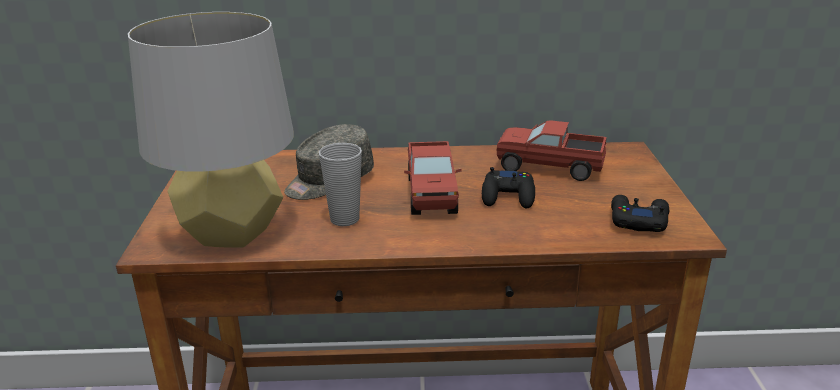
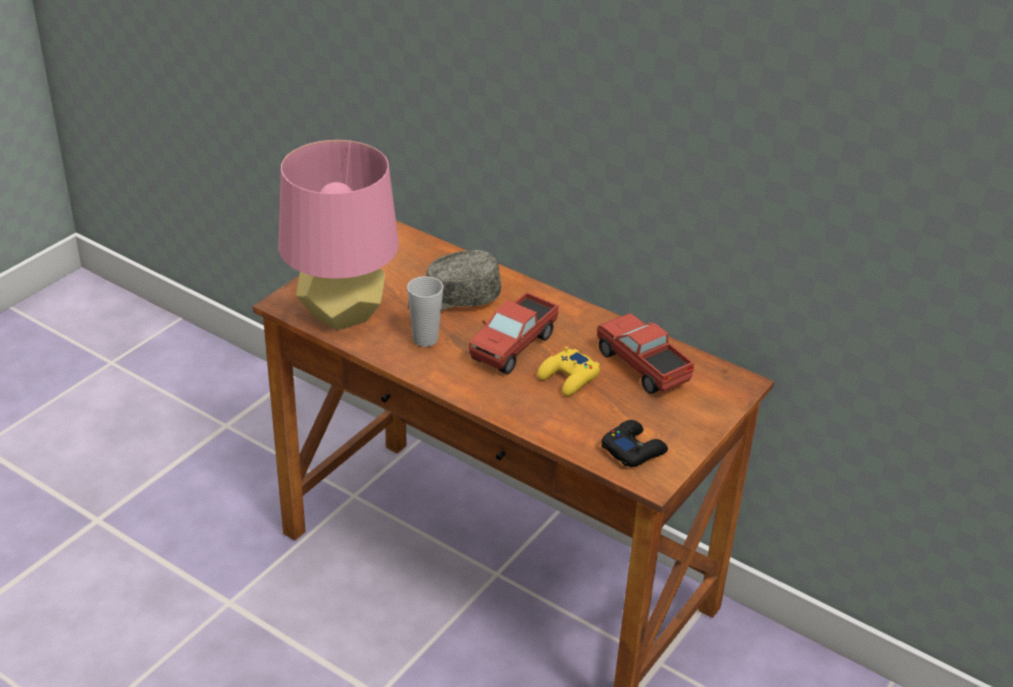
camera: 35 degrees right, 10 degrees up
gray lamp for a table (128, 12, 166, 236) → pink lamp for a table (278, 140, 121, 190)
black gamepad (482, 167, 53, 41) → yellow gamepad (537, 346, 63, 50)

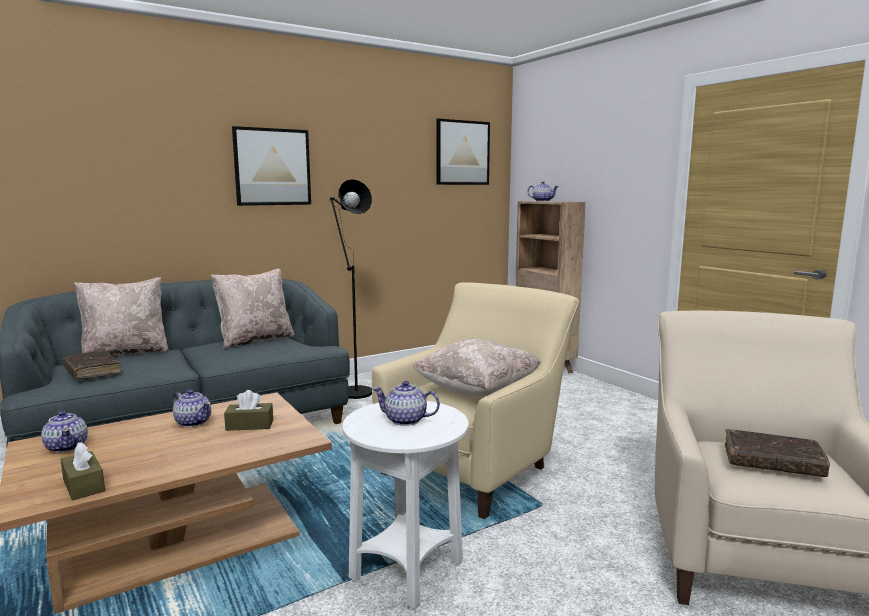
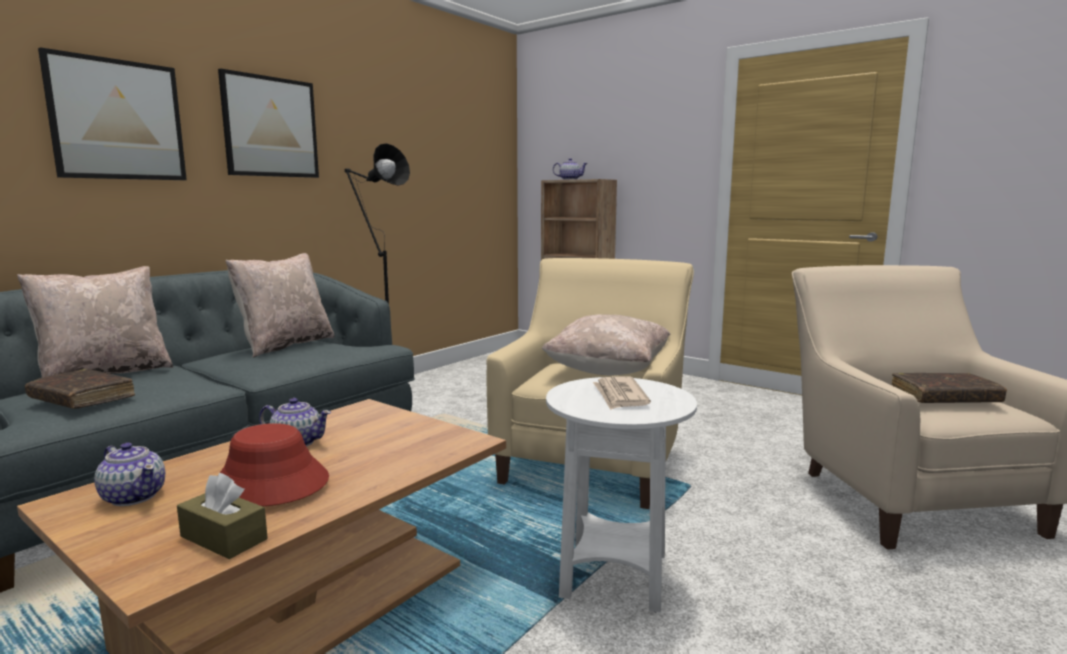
camera: 20 degrees left, 0 degrees up
brown-coloured tissue holder (224, 390, 49, 41) → -
pot for tea (373, 381, 67, 45) → daily paper (593, 376, 58, 34)
picture (437, 118, 53, 67) → picture (38, 47, 149, 133), move
- → red wearable hat (218, 423, 111, 83)

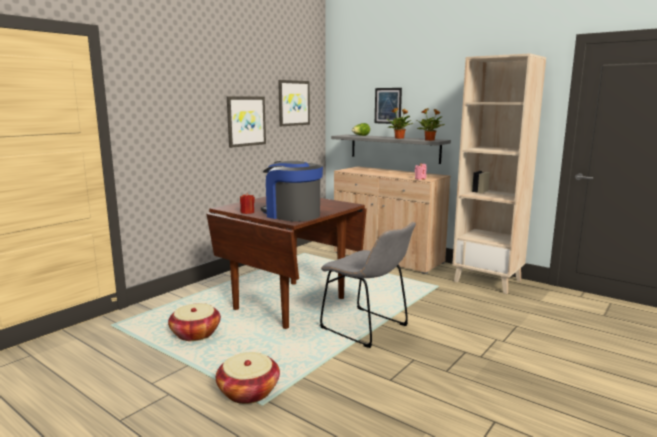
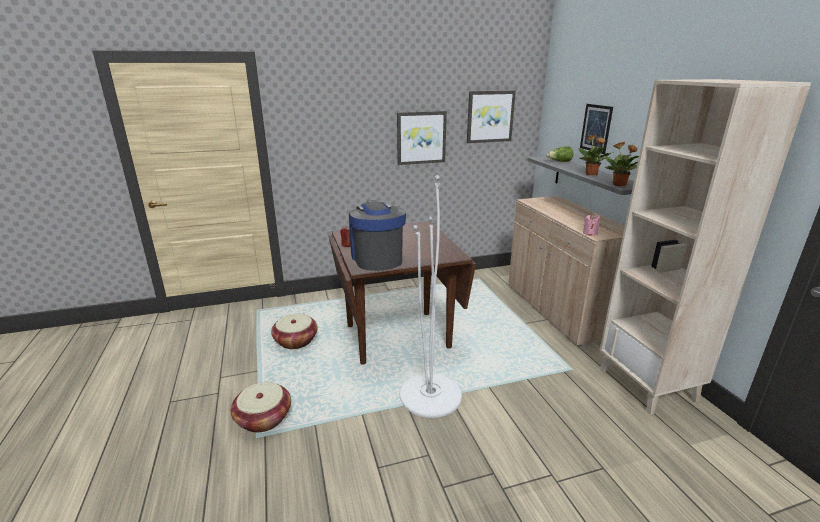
camera: 35 degrees right, 10 degrees up
gray upright chair (320, 222, 96, 126) → white standing lamp (399, 175, 63, 243)

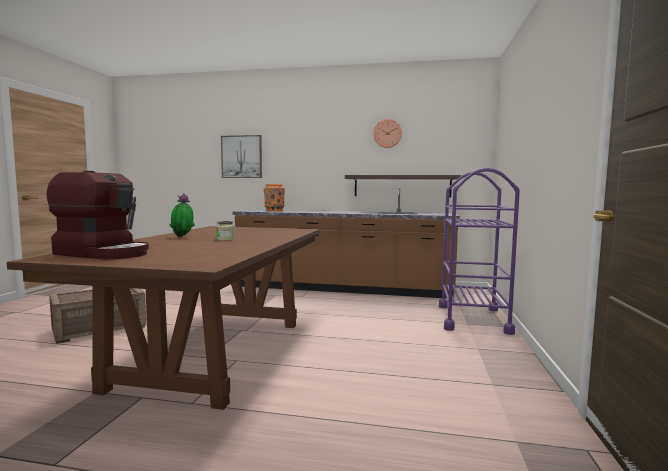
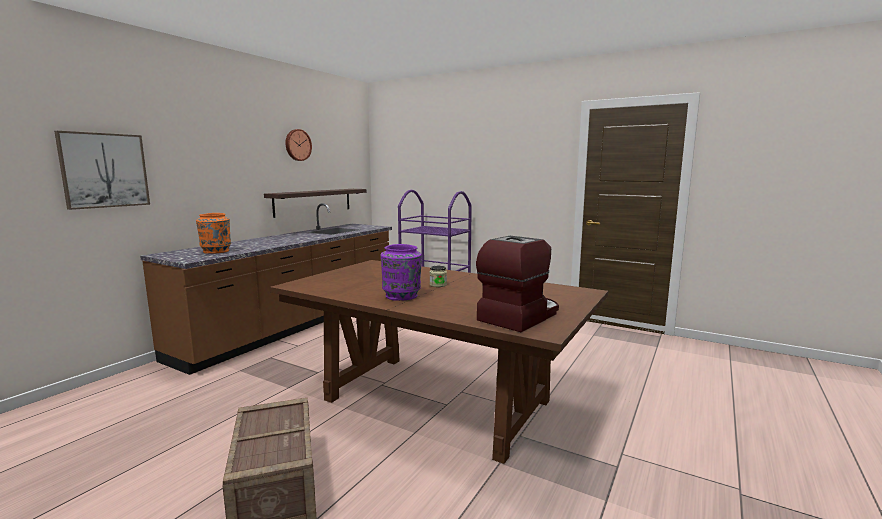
camera: 70 degrees left, 5 degrees up
plant in a pot (170, 194, 25, 43) → purple flower vase (381, 244, 41, 57)

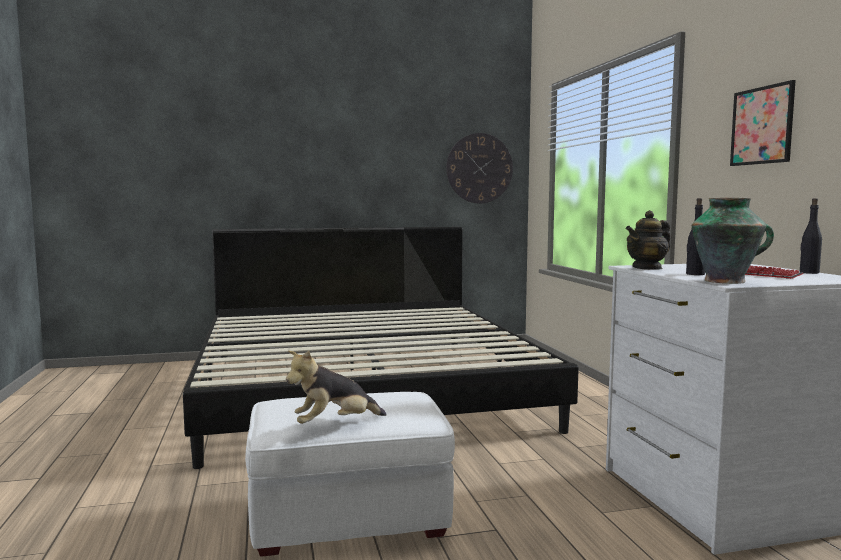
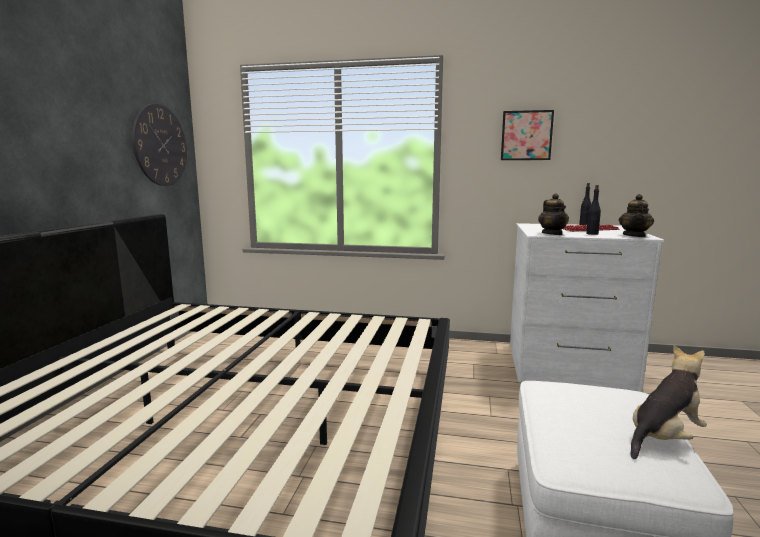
camera: 65 degrees left, 5 degrees up
soft toy (286, 350, 100, 74) → soft toy (631, 345, 76, 114), 120 degrees counterclockwise
flower vase (692, 198, 82, 86) → pot for tea (619, 194, 35, 43)

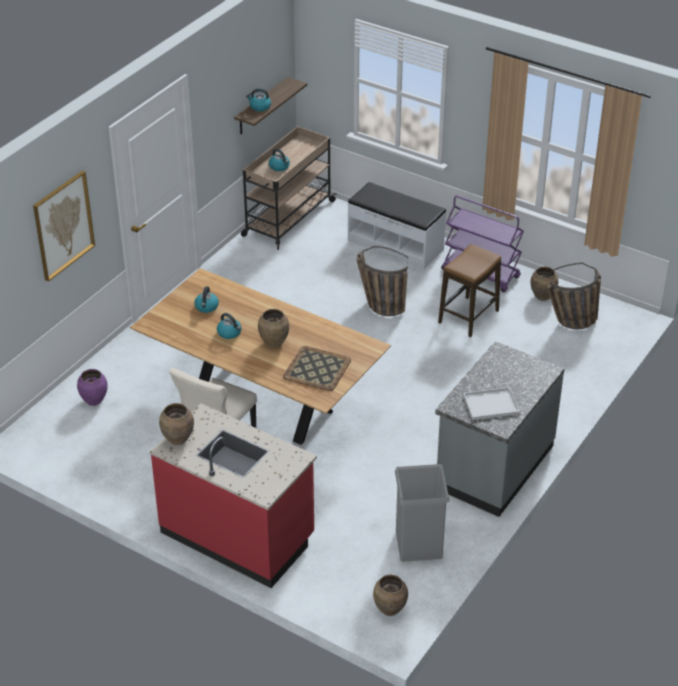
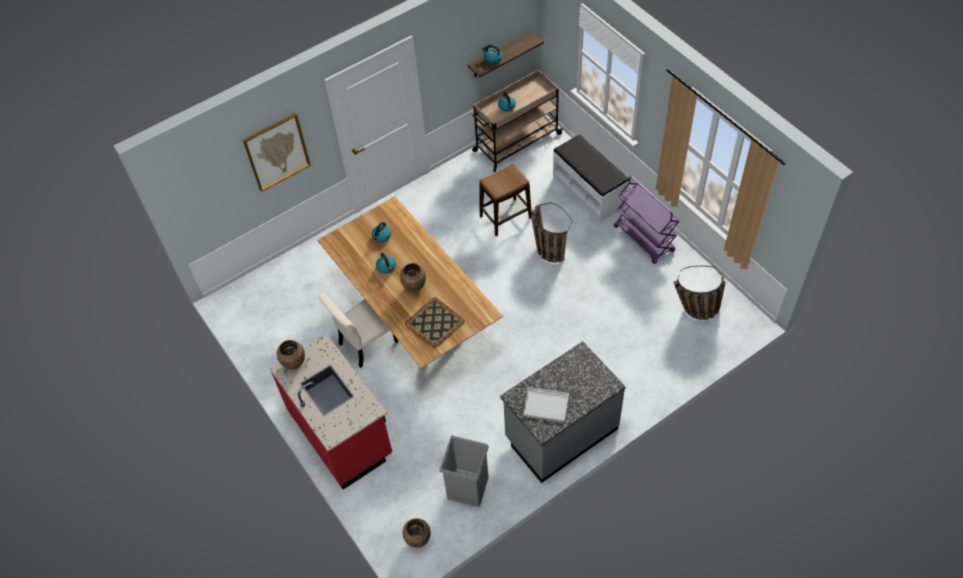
camera: 25 degrees right, 15 degrees up
purple flower vase (77, 369, 31, 37) → -
stool (438, 244, 63, 93) → stool (479, 164, 53, 72), move
brown-coloured flower vase (531, 267, 27, 34) → -

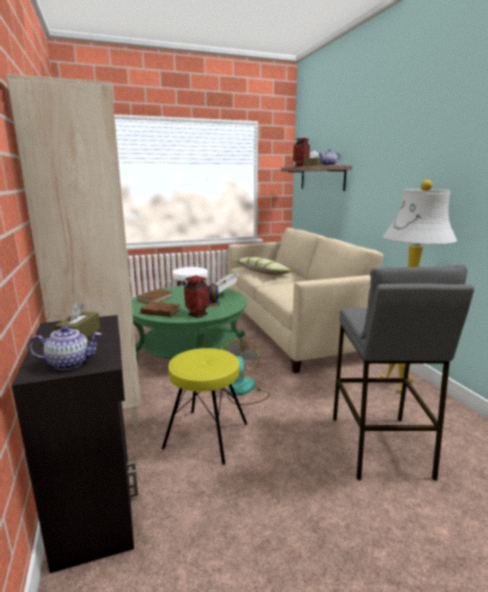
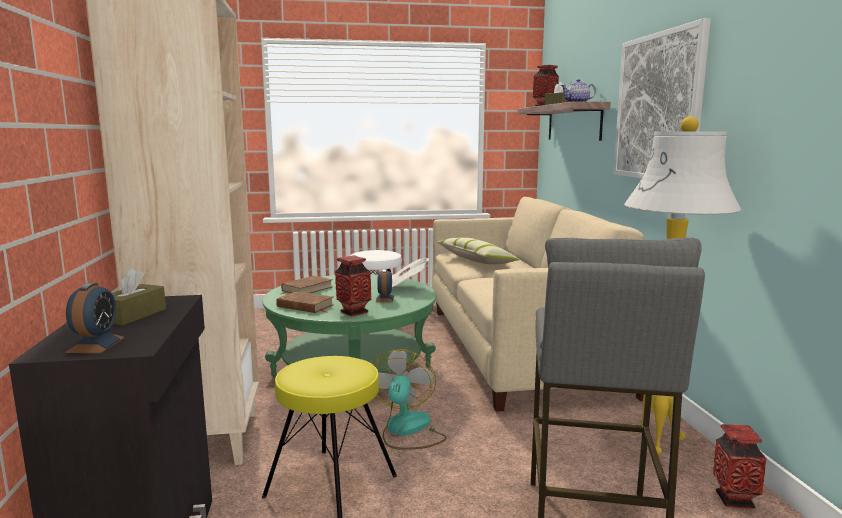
camera: 10 degrees right, 5 degrees down
pot for tea (29, 326, 73, 44) → table clock (65, 283, 60, 70)
- → picture (613, 18, 98, 160)
- → flower vase (713, 424, 54, 85)

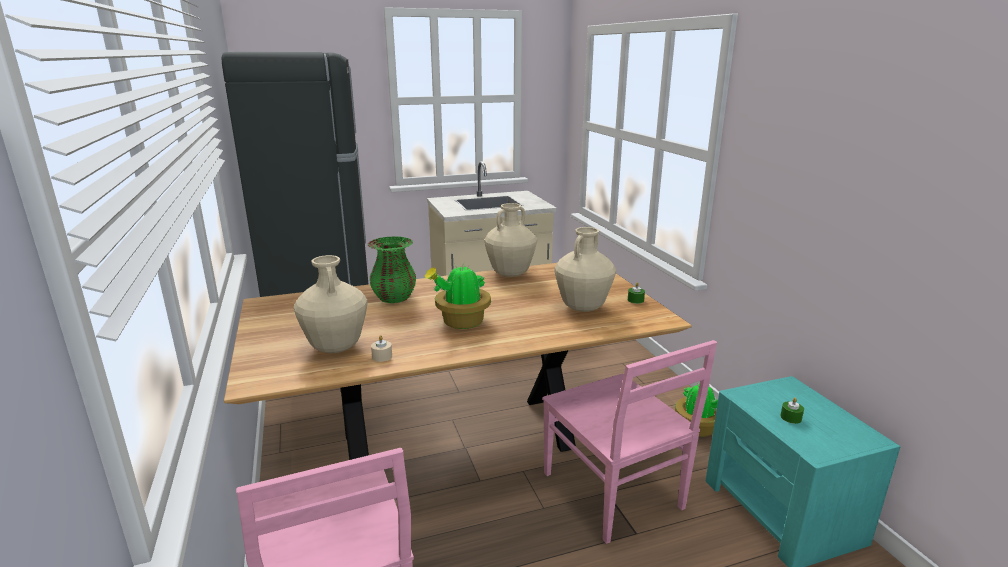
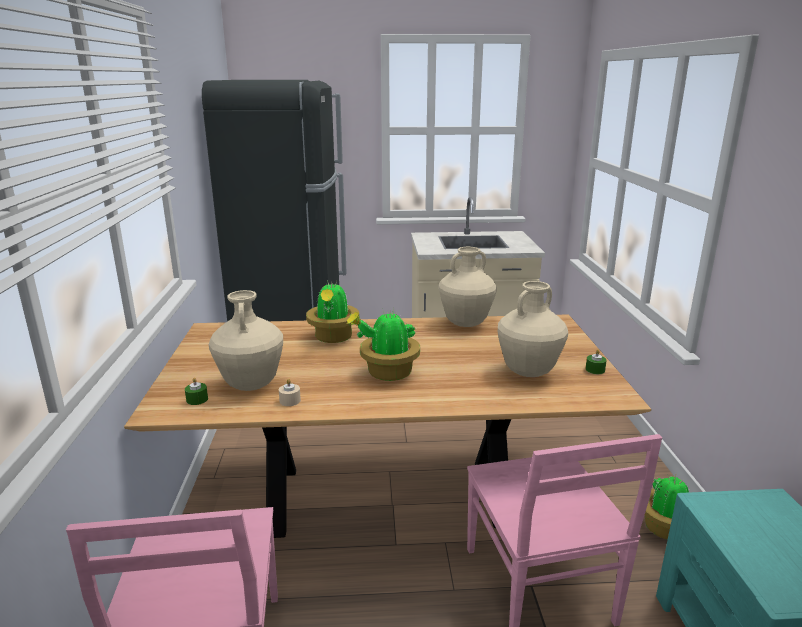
camera: 15 degrees right, 0 degrees up
green-coloured flower vase (368, 236, 48, 67) → plant in a pot (306, 280, 53, 63)
green-coloured candle (780, 398, 24, 26) → green-coloured candle (185, 377, 23, 28), move

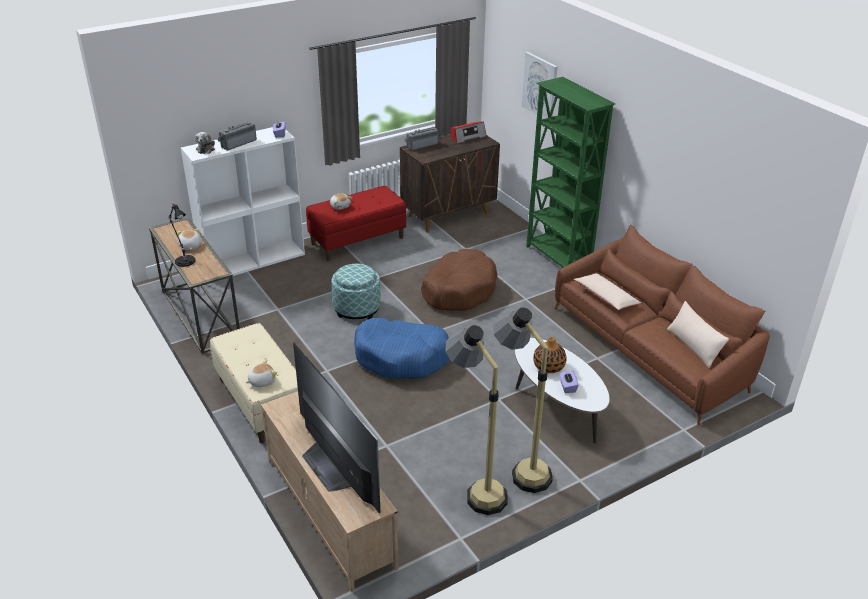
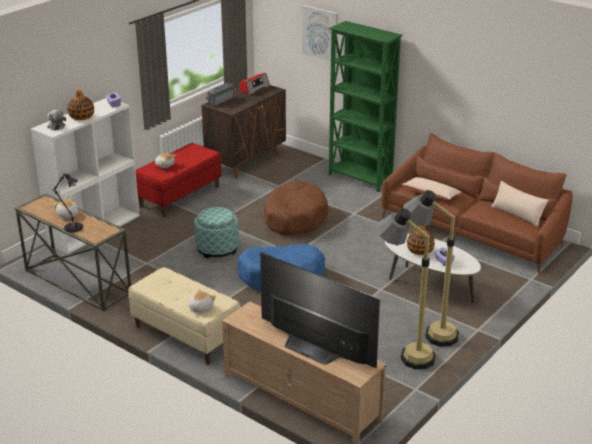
camera: 20 degrees left, 5 degrees down
radio (217, 121, 40, 29) → flower vase (67, 90, 27, 30)

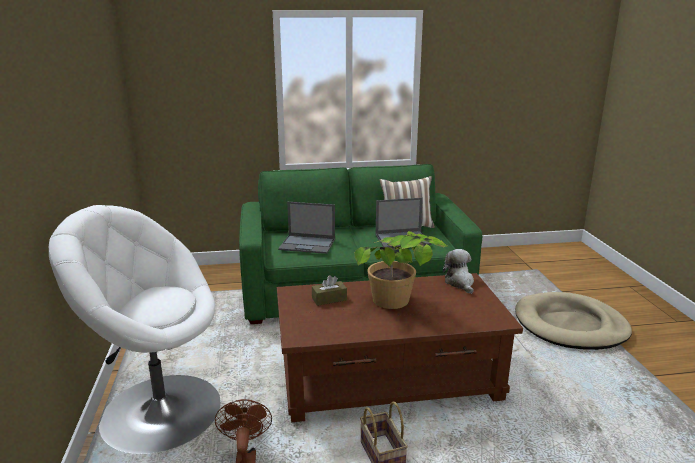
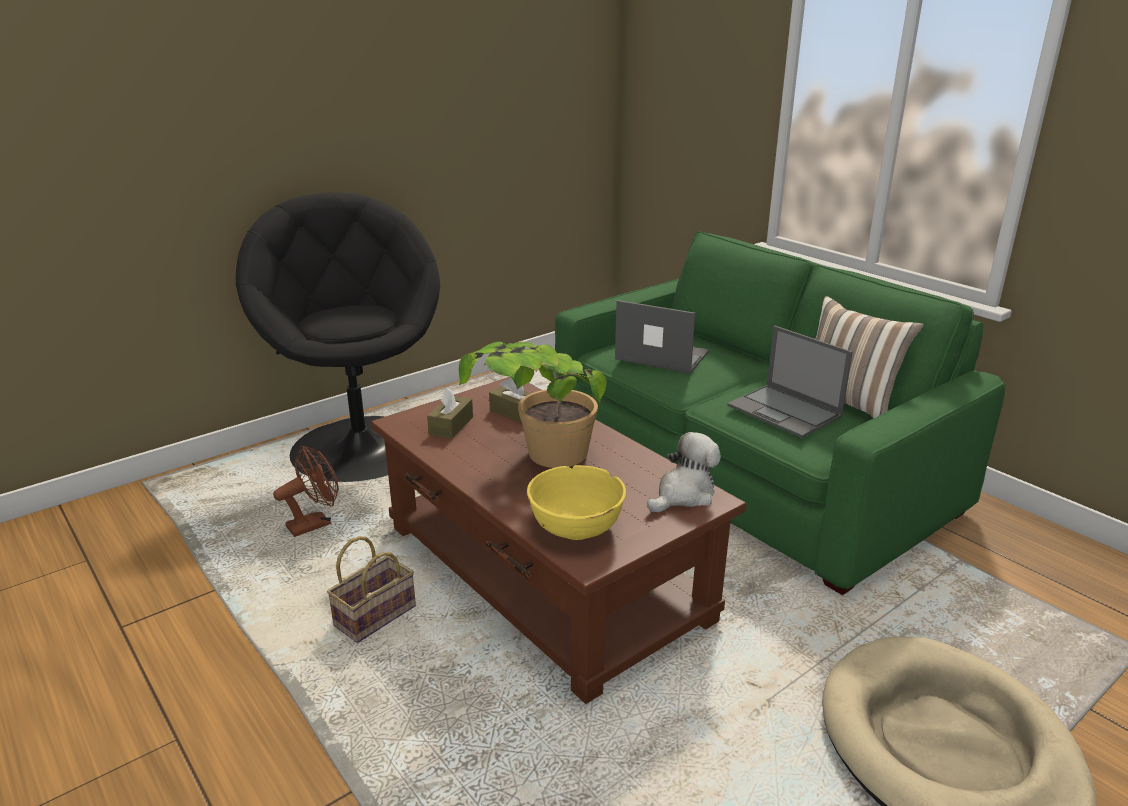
camera: 60 degrees right, 5 degrees up
white armchair (49, 205, 172, 249) → black armchair (236, 192, 204, 290)
portable computer (278, 202, 57, 52) → portable computer (615, 300, 94, 73), 135 degrees clockwise
- → brown-coloured tissue holder (427, 387, 46, 52)
- → yellow deep dish (527, 465, 99, 75)

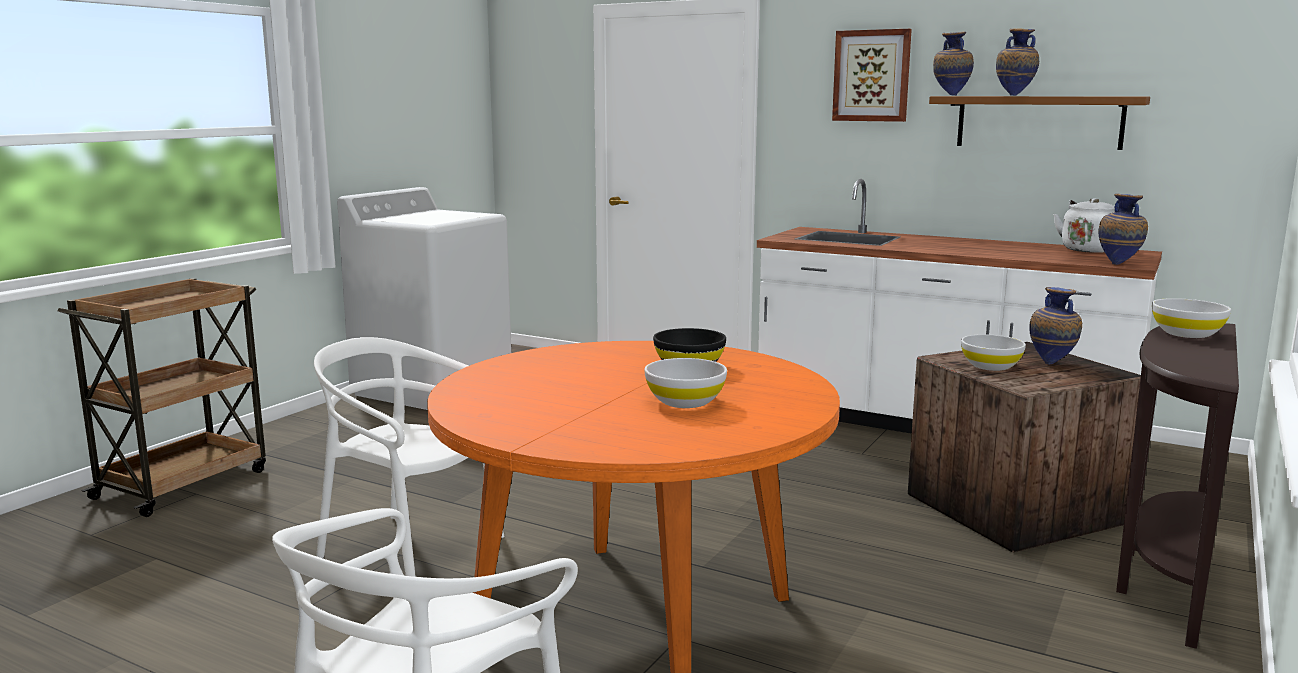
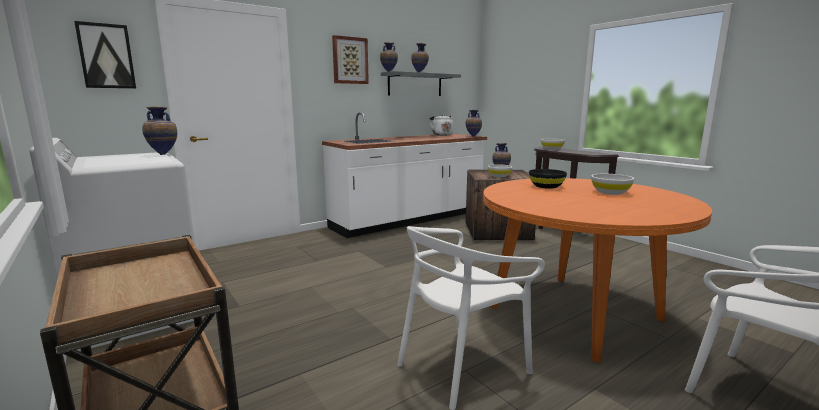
camera: 65 degrees left, 0 degrees up
brown-coloured wall shelf (929, 96, 221, 54) → gray wall shelf (381, 71, 80, 25)
- → picture (74, 21, 62, 68)
- → flower vase (142, 106, 35, 49)

